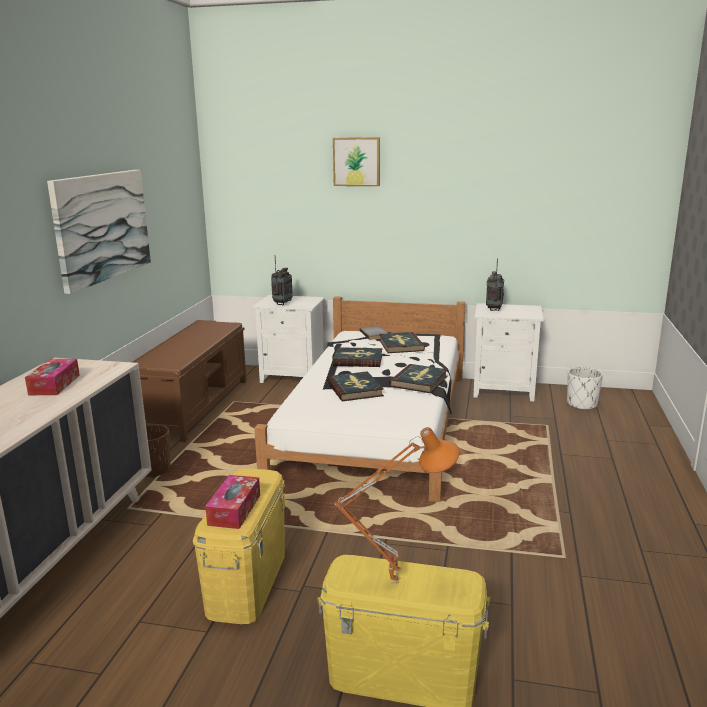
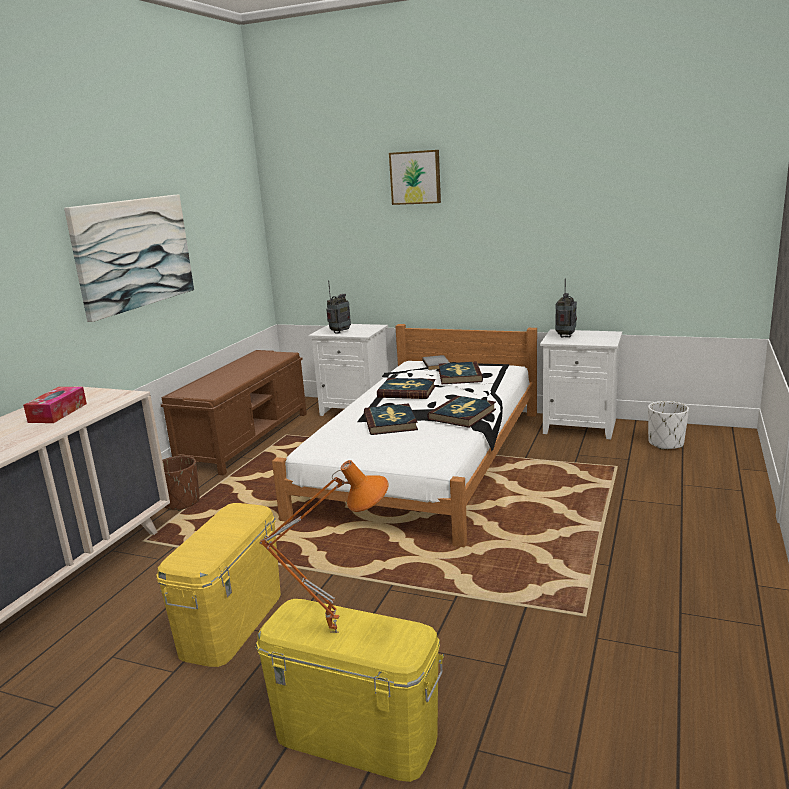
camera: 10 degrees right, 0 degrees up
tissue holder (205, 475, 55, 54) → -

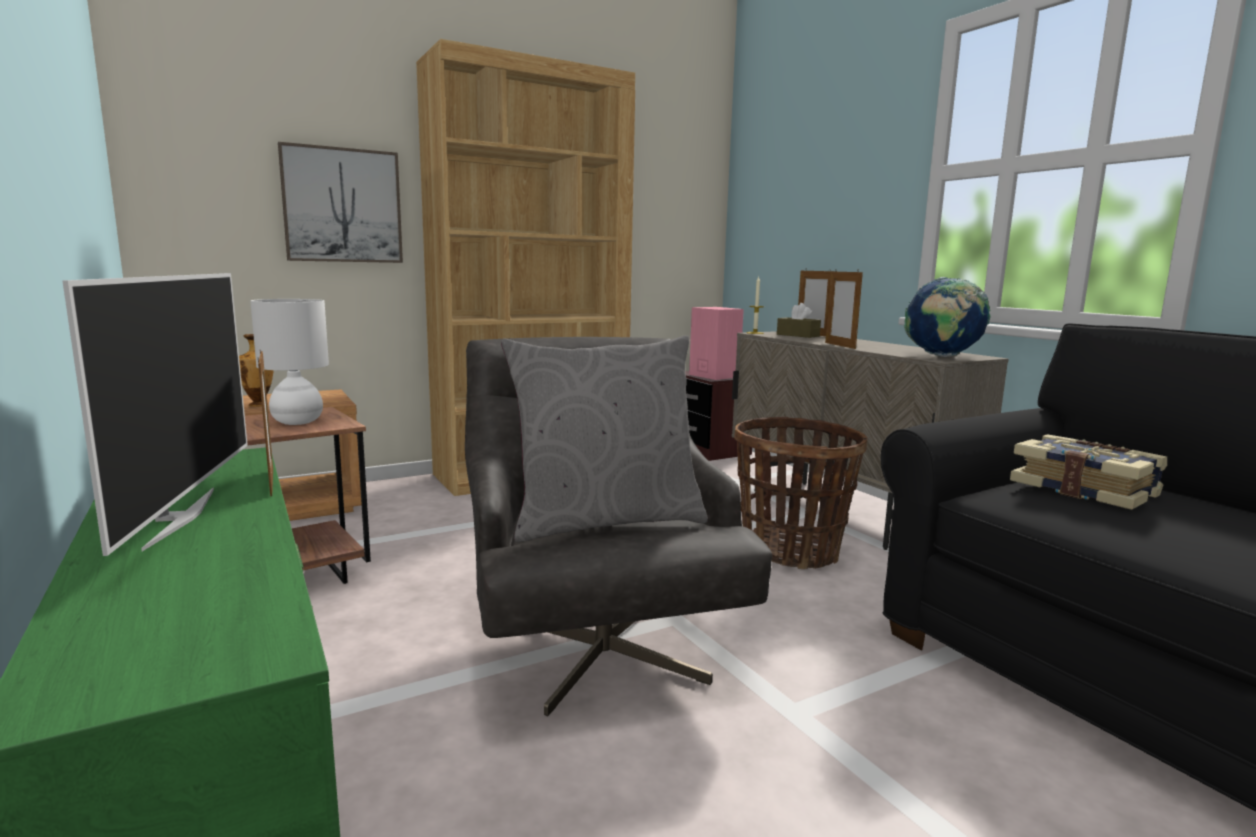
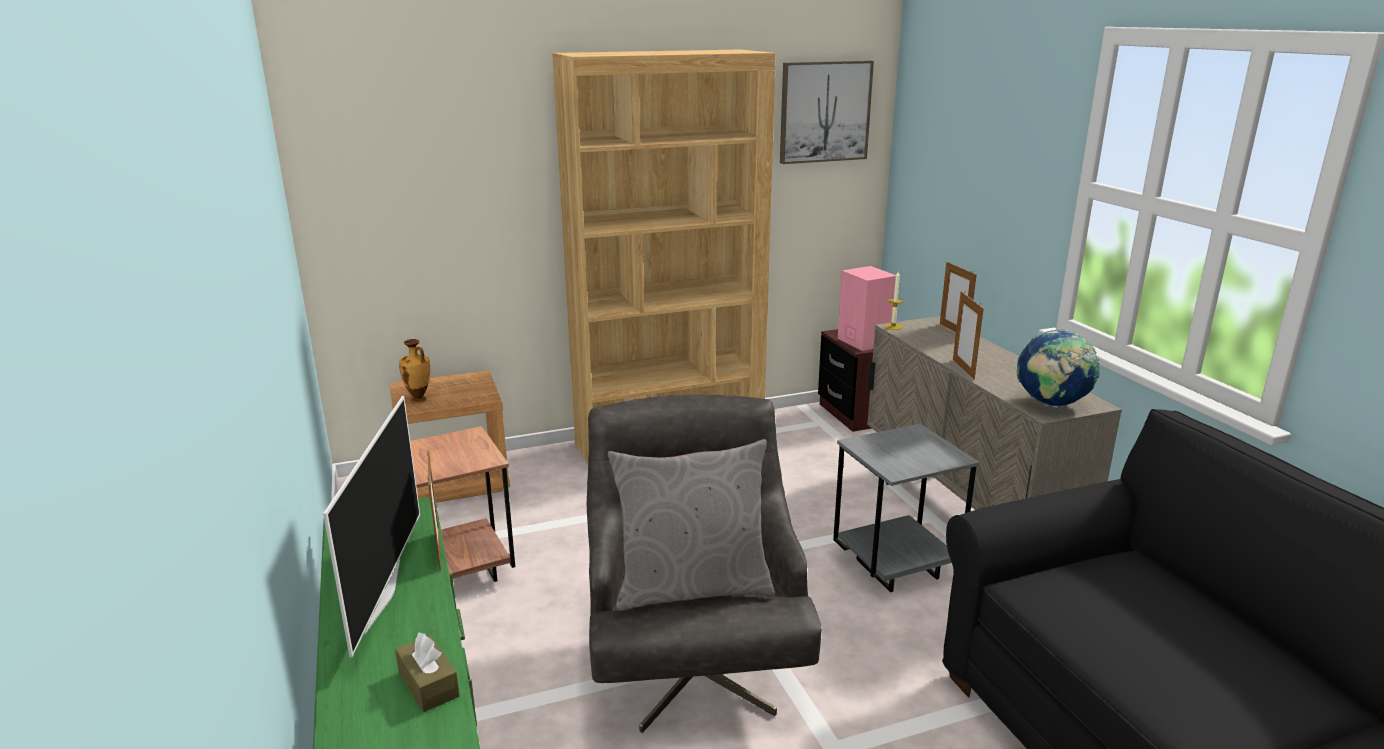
camera: 10 degrees right, 10 degrees up
white lamp for a table (250, 299, 79, 126) → -
picture (278, 142, 125, 121) → picture (780, 61, 94, 103), move
household basket (734, 417, 133, 152) → gray accent table (833, 424, 147, 168)
brown-coloured tissue holder (777, 303, 44, 35) → brown-coloured tissue holder (395, 632, 65, 80), move
bound book (1010, 434, 157, 76) → -

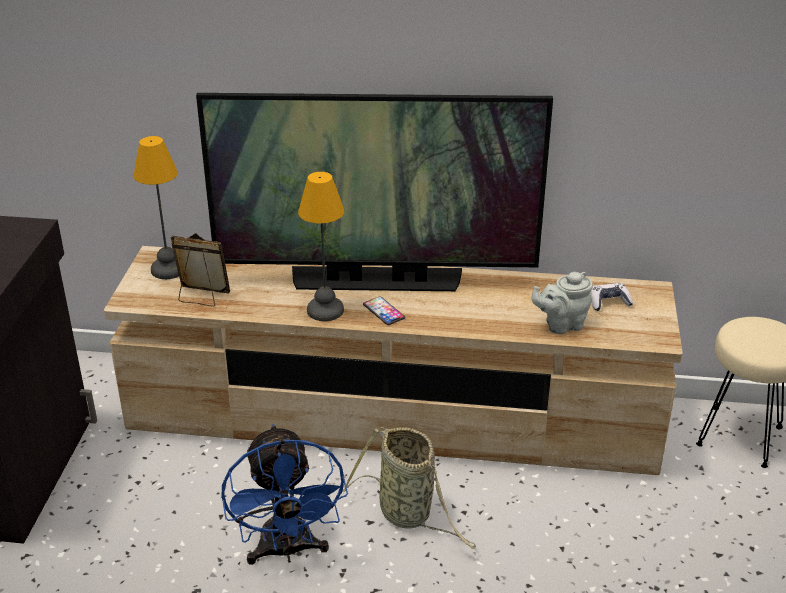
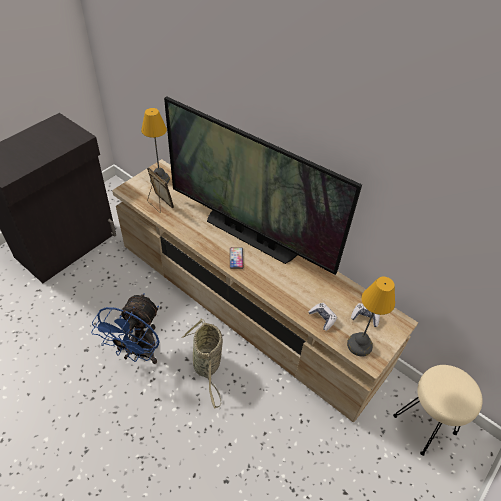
camera: 30 degrees right, 15 degrees up
lamp for a table (298, 172, 47, 149) → lamp for a table (347, 277, 48, 79), move
gray pot for tea (531, 272, 62, 62) → gamepad (308, 303, 29, 28)

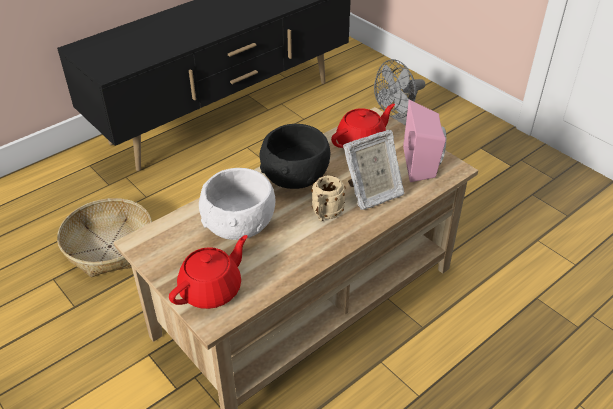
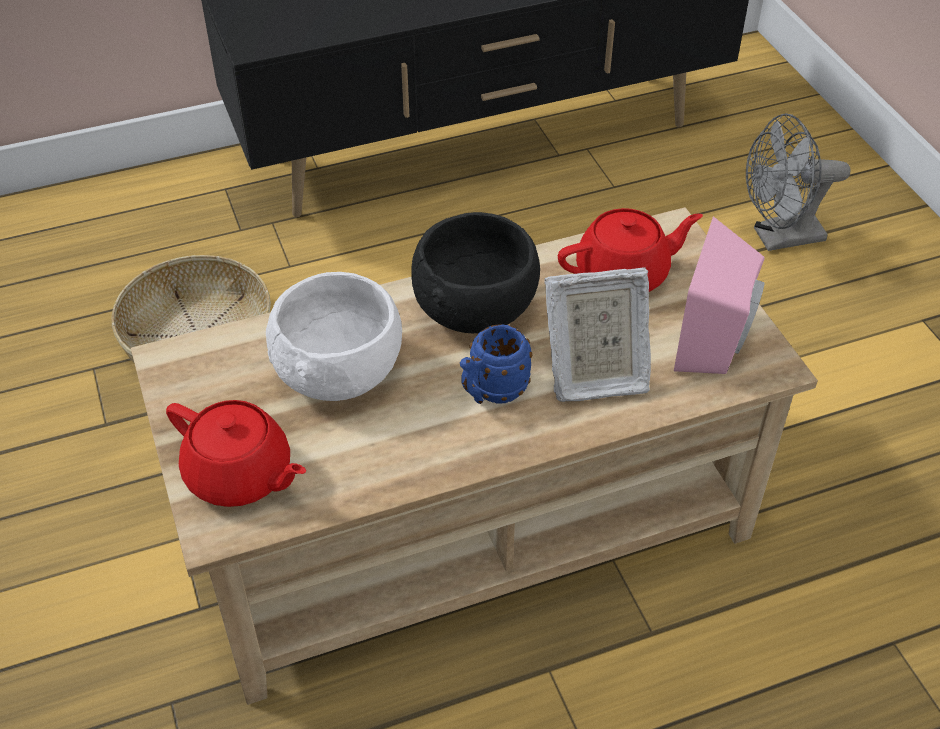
camera: 20 degrees right, 5 degrees up
red pot for tea (169, 235, 79, 74) → red pot for tea (166, 400, 140, 107), 60 degrees clockwise
beige-coloured tea mug (311, 175, 35, 47) → bluish tea mug (460, 324, 72, 80)

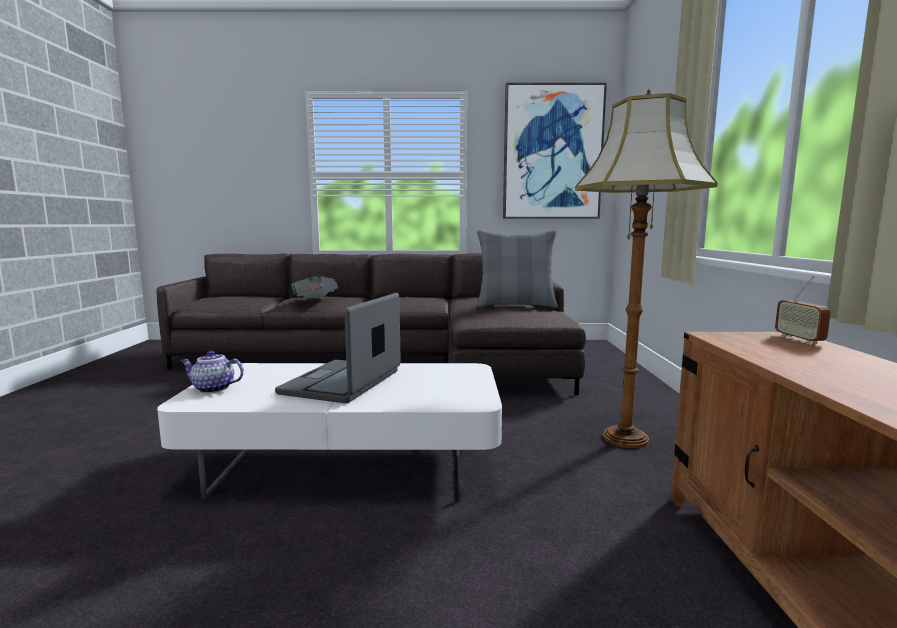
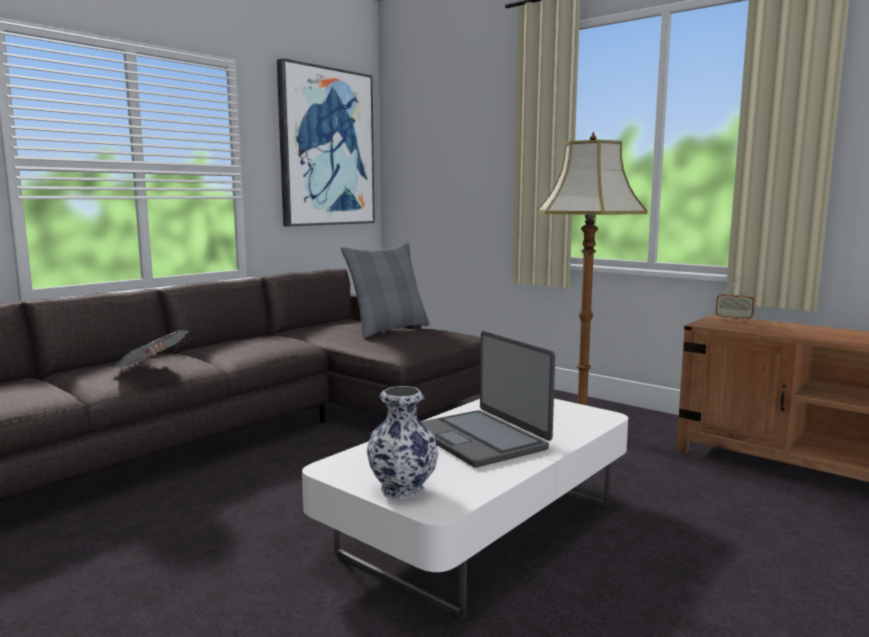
camera: 50 degrees left, 0 degrees up
pot for tea (180, 351, 64, 42) → flower vase (366, 386, 73, 114)

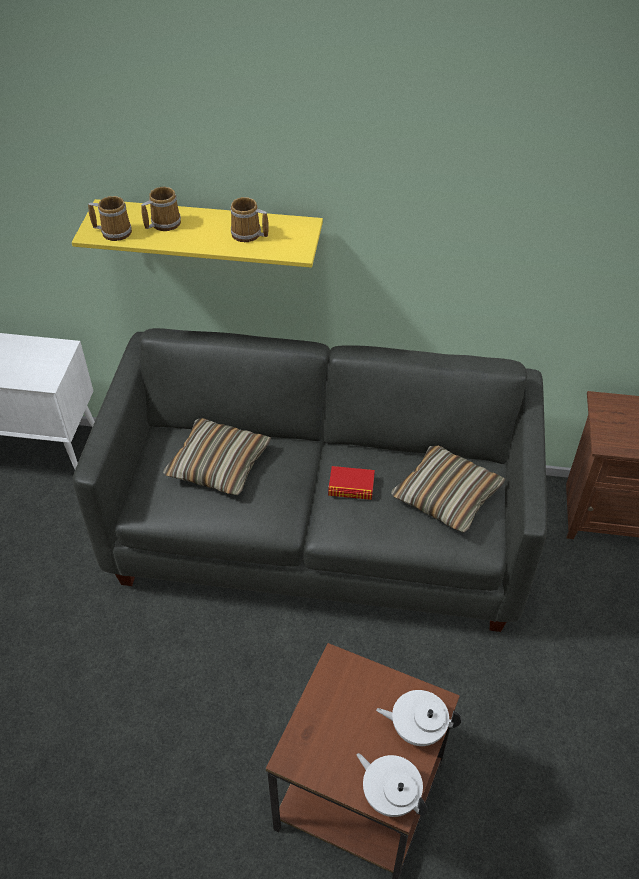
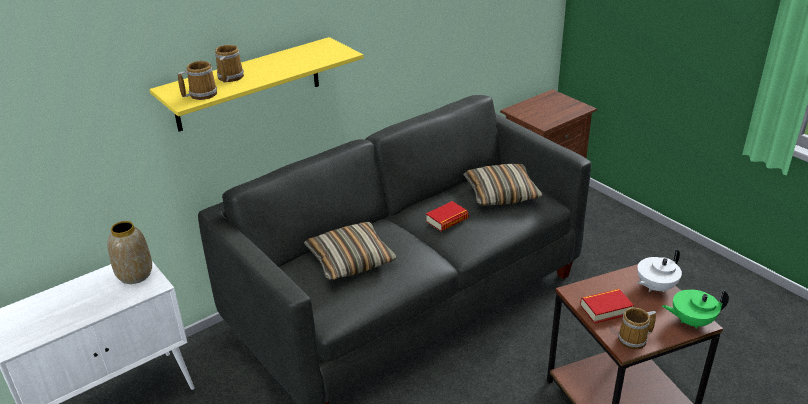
camera: 45 degrees left, 15 degrees down
tea mug (230, 197, 39, 45) → tea mug (618, 308, 38, 42), move
white pot for tea (357, 753, 71, 64) → green-coloured pot for tea (662, 289, 67, 40)
- → flower vase (107, 221, 45, 63)
- → bound book (580, 289, 54, 34)

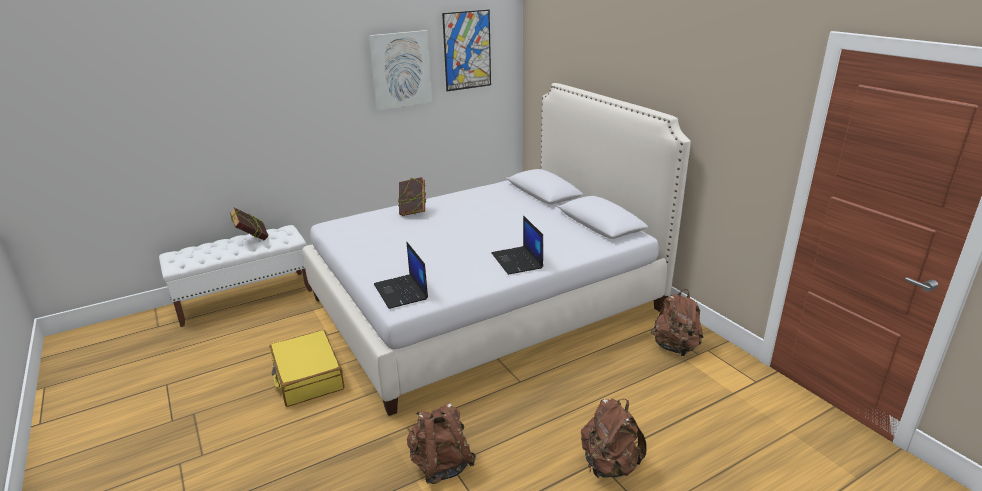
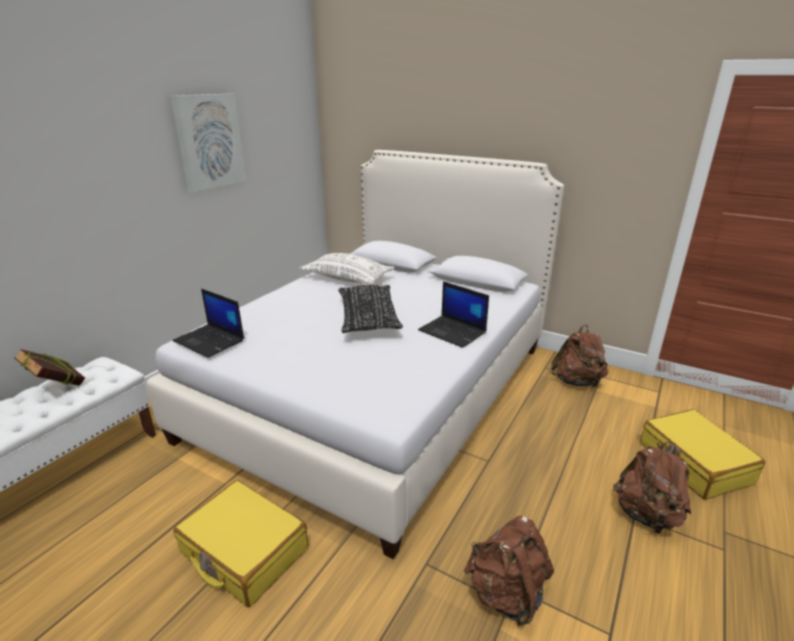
camera: 30 degrees left, 0 degrees up
portable computer (374, 242, 54, 67) → portable computer (173, 289, 71, 69), move
bound book (398, 177, 28, 39) → -
picture (442, 10, 49, 81) → -
- → white throw pillow (299, 253, 96, 32)
- → black throw pillow (339, 284, 64, 49)
- → yellow travel case (640, 409, 125, 91)

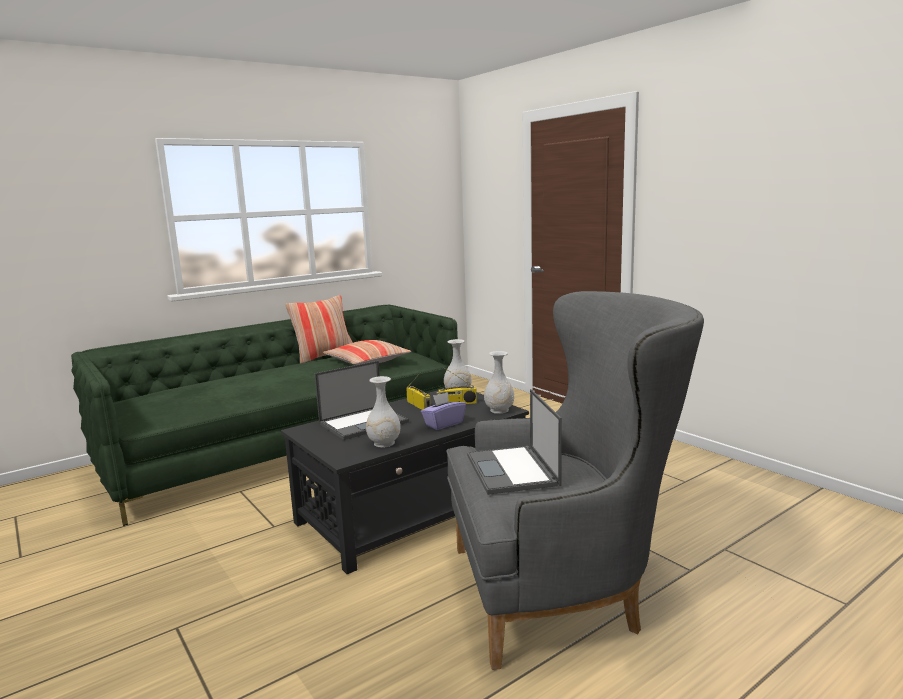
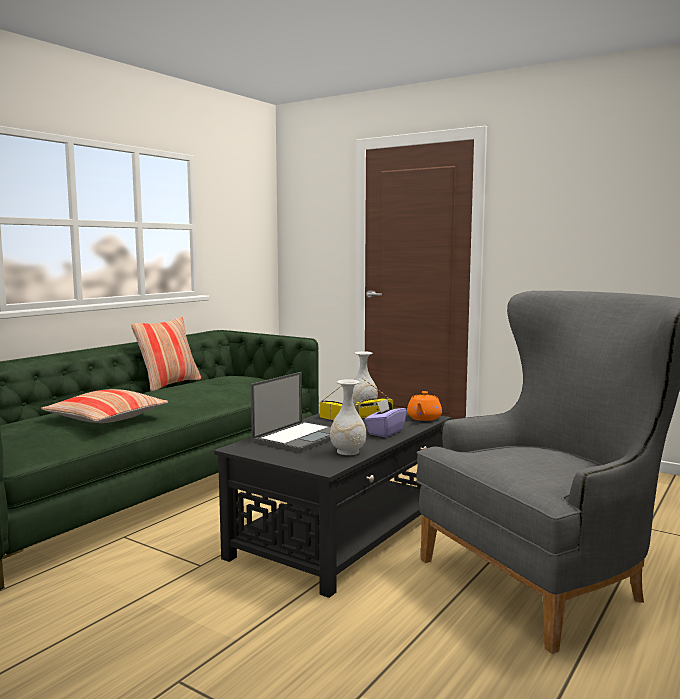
camera: 20 degrees left, 5 degrees down
throw pillow (323, 340, 88, 25) → throw pillow (41, 389, 127, 34), move
portable computer (467, 389, 95, 106) → -
white flower vase (484, 351, 30, 63) → orange-coloured pot for tea (407, 391, 35, 30)

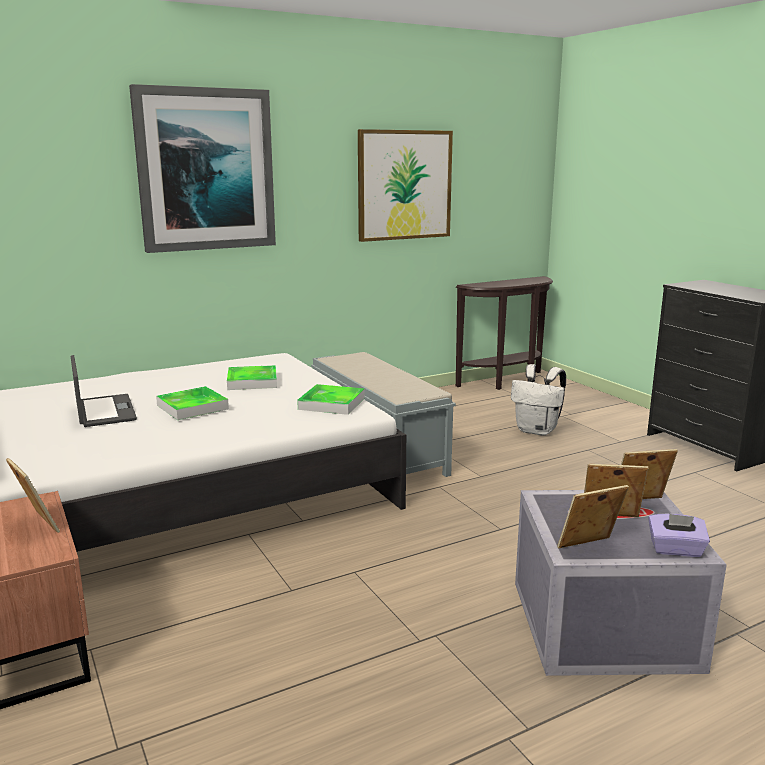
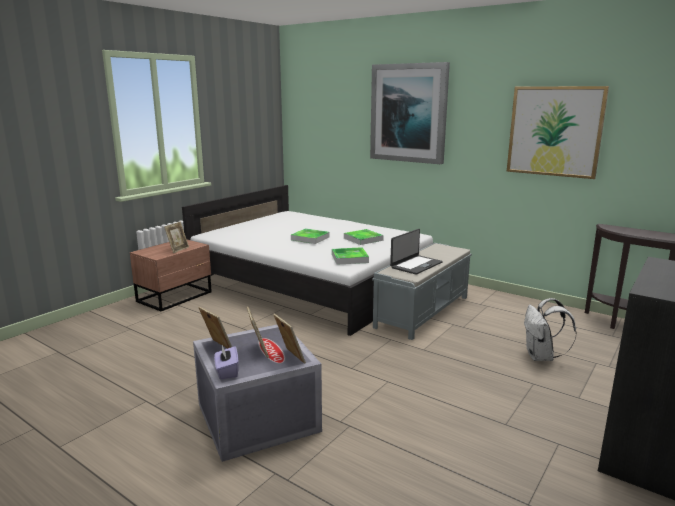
camera: 65 degrees right, 0 degrees up
portable computer (71, 355, 66, 72) → portable computer (390, 229, 53, 46), move

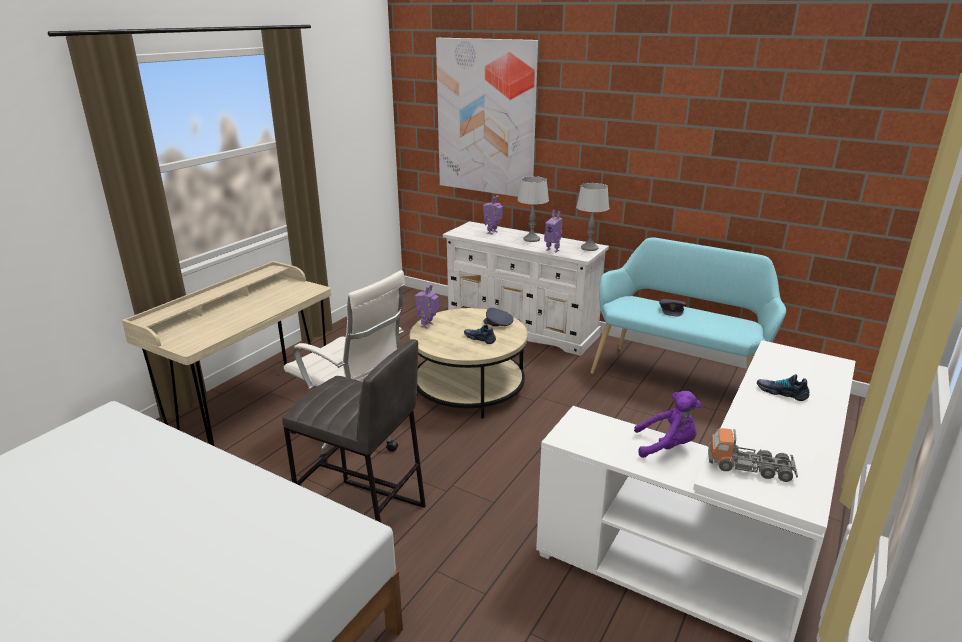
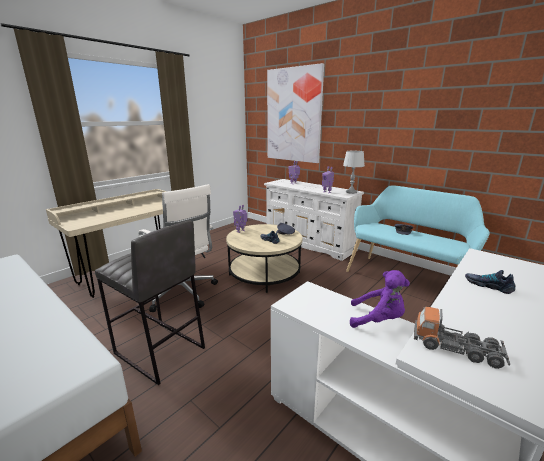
camera: 10 degrees right, 5 degrees down
gray lamp for a table (517, 176, 32, 66) → -

